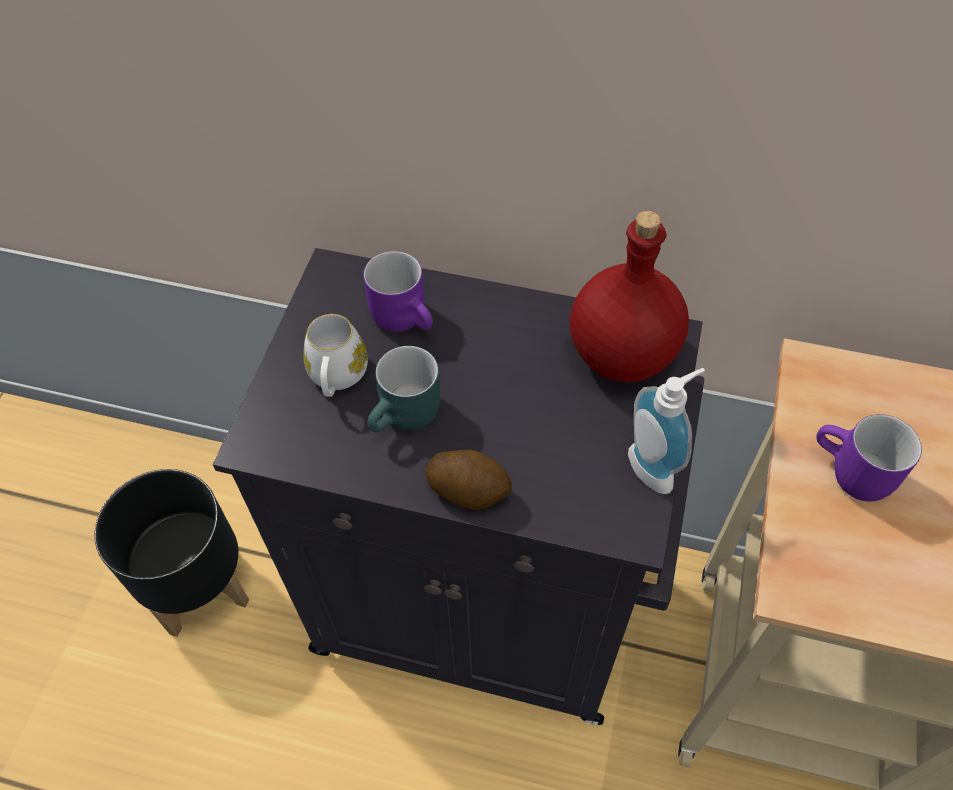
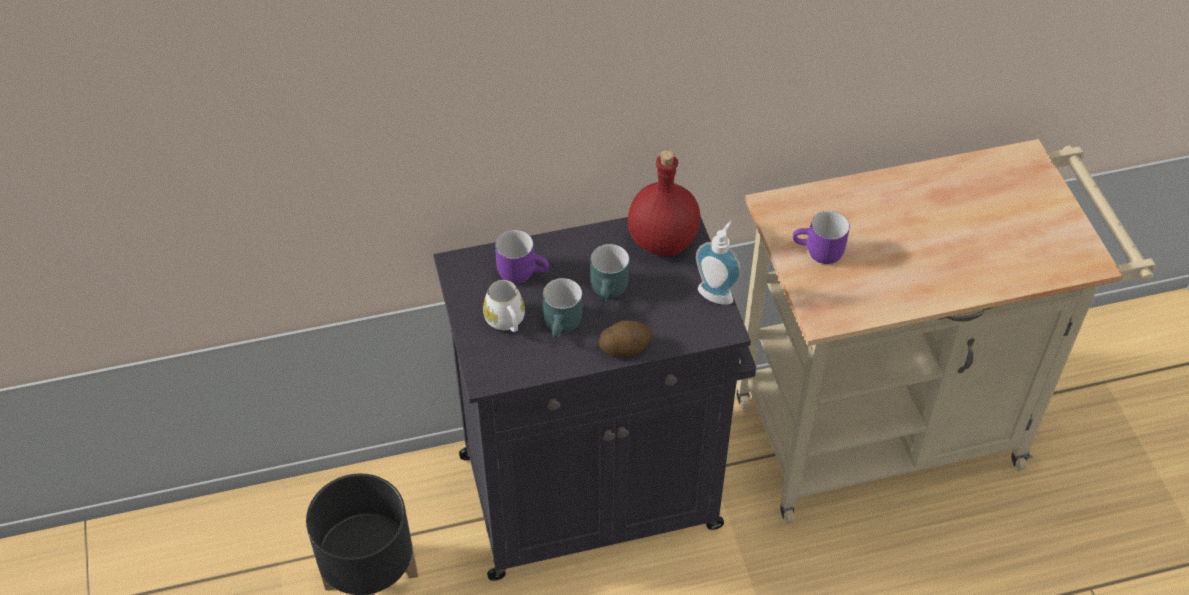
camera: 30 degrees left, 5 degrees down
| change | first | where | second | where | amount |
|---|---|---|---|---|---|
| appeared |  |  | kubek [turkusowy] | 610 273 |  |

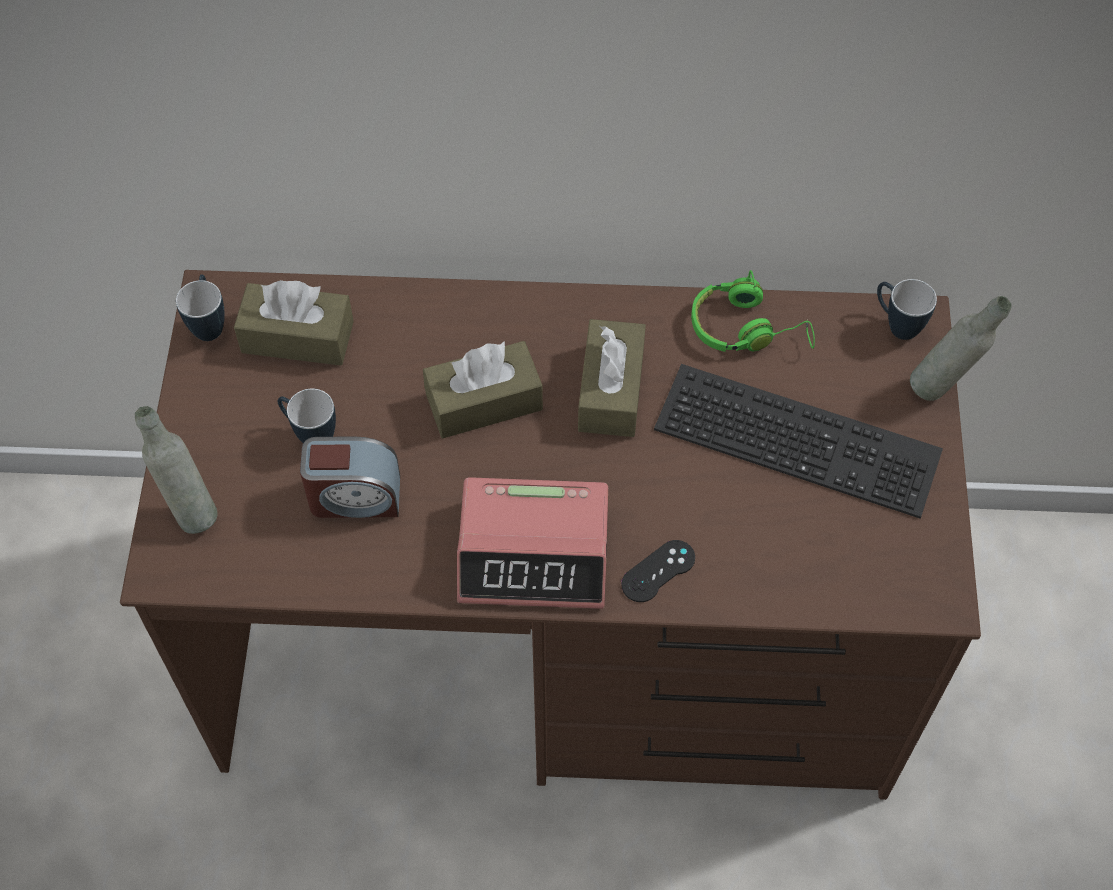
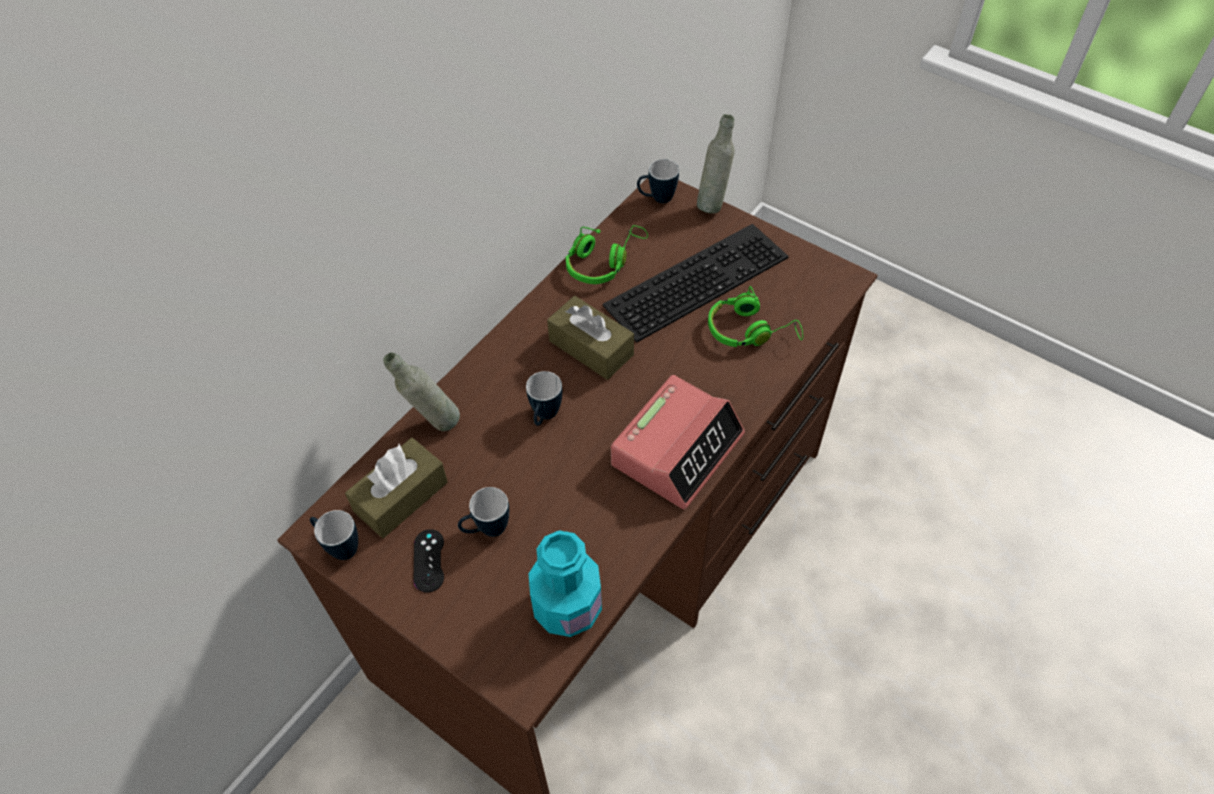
camera: 55 degrees left, 5 degrees down
| change | first | where | second | where | amount |
|---|---|---|---|---|---|
| exchanged | pudełko chusteczek [brązowy] | 483 389 | kubek | 544 398 |  |
| relocated | butelka [szary] | 176 470 |  | 421 391 |  |
| missing | budzik | 350 477 |  |  |  |
| relocated | pad do gier [czarny] | 658 571 |  | 428 561 |  |
| appeared |  |  | słuchawki [zielony] | 755 316 |  |
| appeared |  |  | butelka [turkusowy] | 565 583 |  |

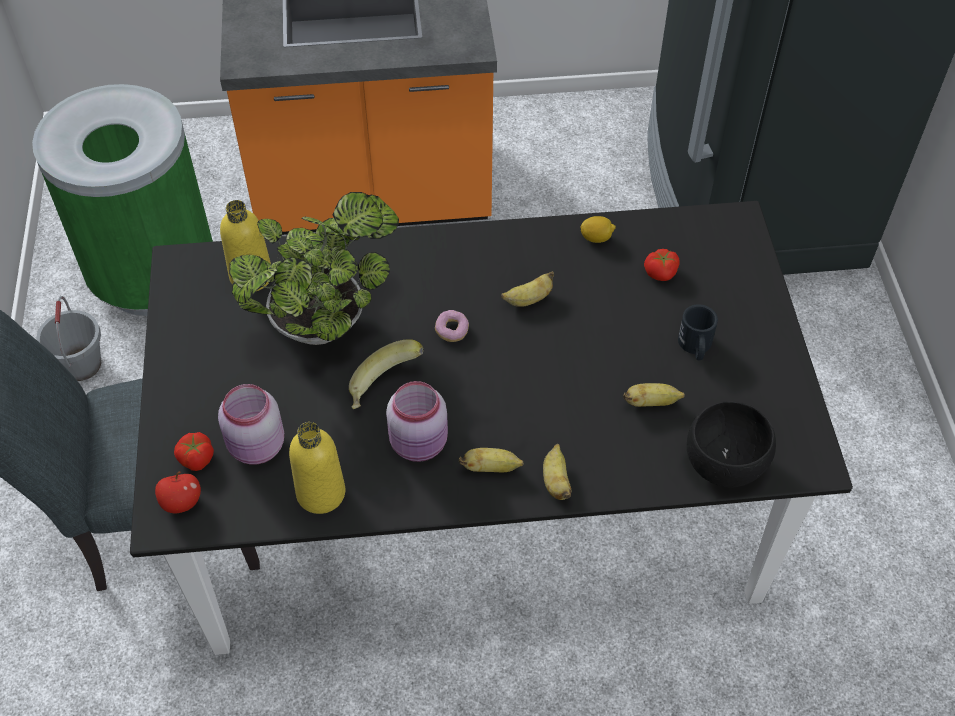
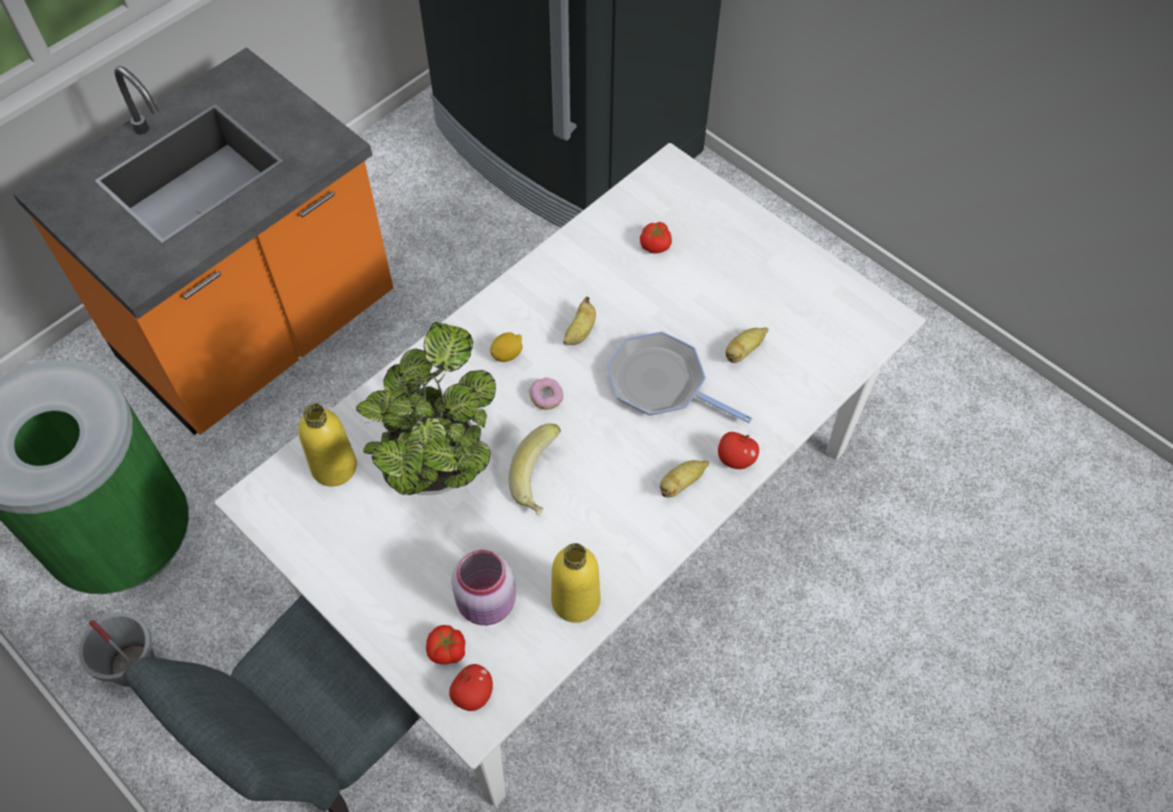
camera: 40 degrees left, 5 degrees up
| change | first | where | second | where | amount |
|---|---|---|---|---|---|
| colour | stół jadalny [czarny] | 491 428 | stół jadalny [biały] | 570 475 |  |
| relocated | cytryna | 598 229 |  | 506 347 |  |
| missing | kubek [czarny] | 698 332 |  |  |  |
| missing | słoik [różowy] | 417 421 |  |  |  |
| missing | miska [czarny] | 731 444 |  |  |  |
| exchanged | banan | 557 472 | jabłko | 738 450 |  |
| appeared |  |  | patelnia | 679 377 |  |

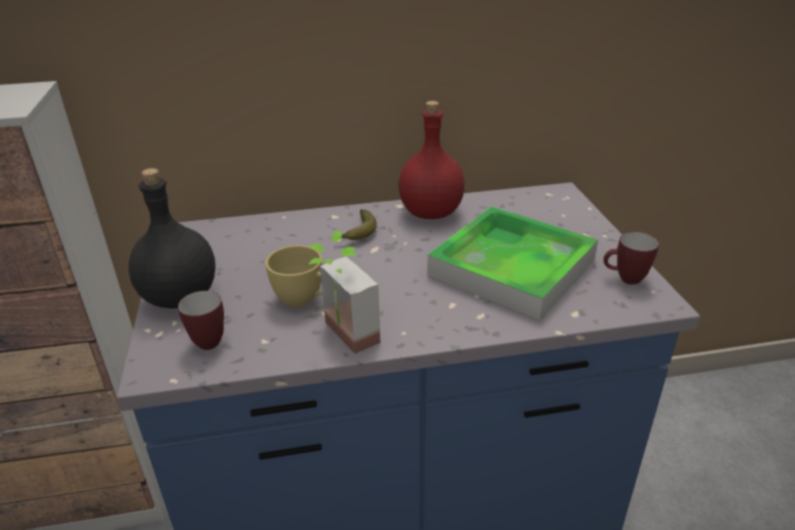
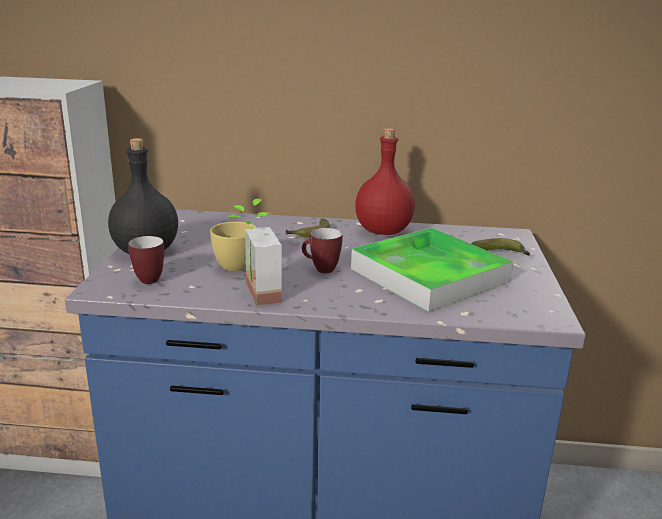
camera: 15 degrees right, 10 degrees down
| change | first | where | second | where | amount |
|---|---|---|---|---|---|
| relocated | kubek | 631 258 |  | 322 250 |  |
| appeared |  |  | banan | 500 247 |  |

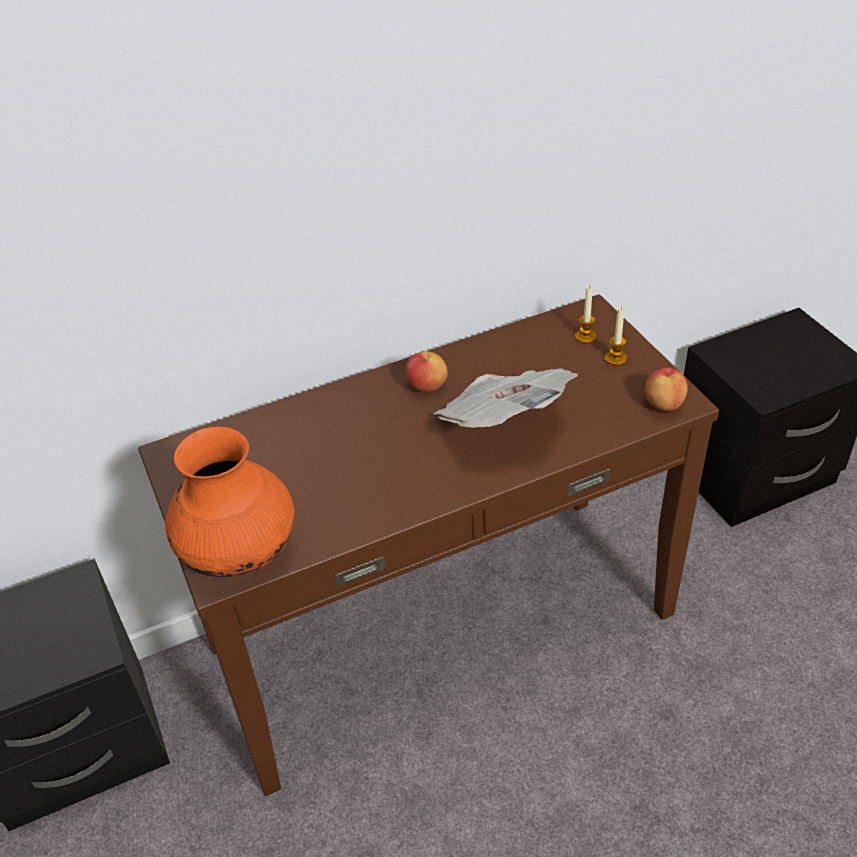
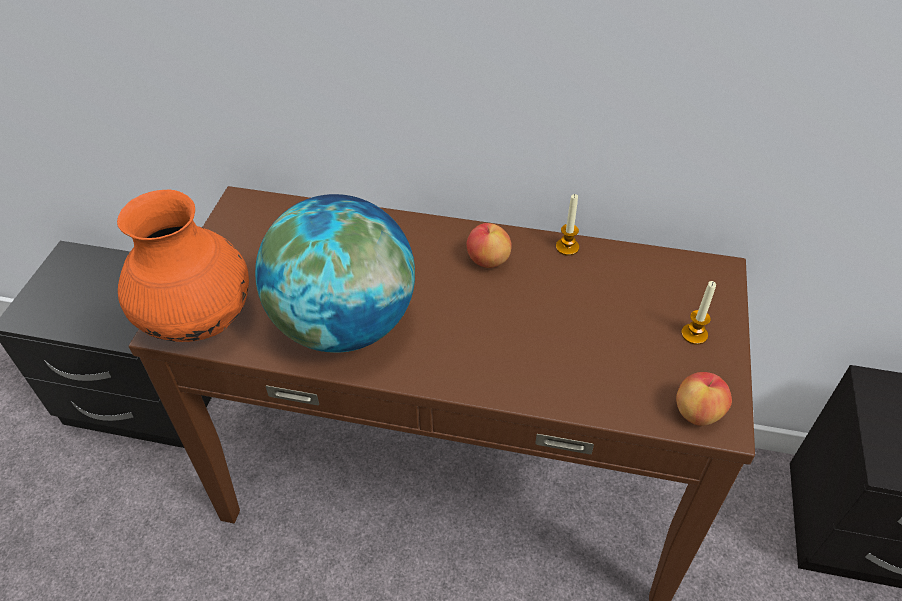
camera: 35 degrees right, 5 degrees up
| change | first | where | second | where | amount |
|---|---|---|---|---|---|
| relocated | świeca | 586 314 |  | 567 225 |  |
| missing | gazeta | 505 398 |  |  |  |
| appeared |  |  | globus | 335 273 |  |

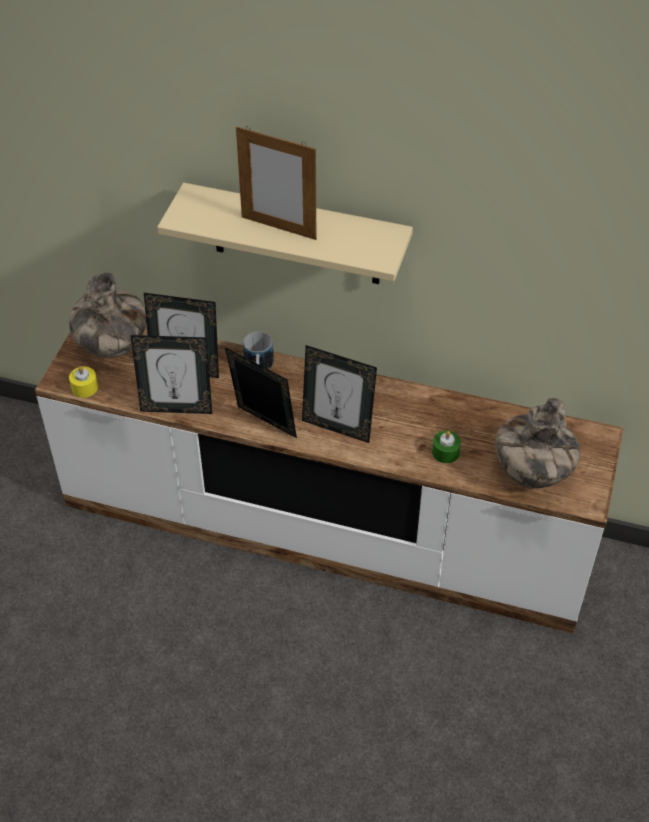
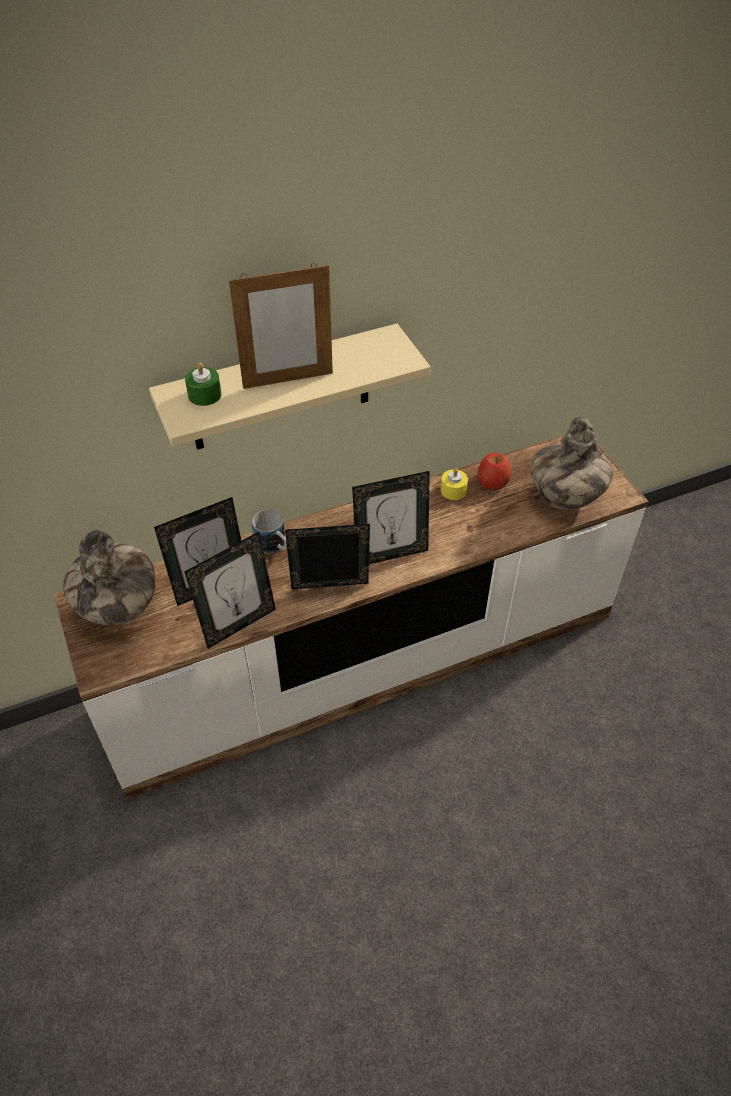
camera: 40 degrees left, 0 degrees up
| change | first | where | second | where | amount |
|---|---|---|---|---|---|
| relocated | świeca [żółty] | 83 382 |  | 454 484 |  |
| relocated | świeca [zielony] | 446 447 |  | 203 384 |  |
| appeared |  |  | jabłko | 495 471 |  |

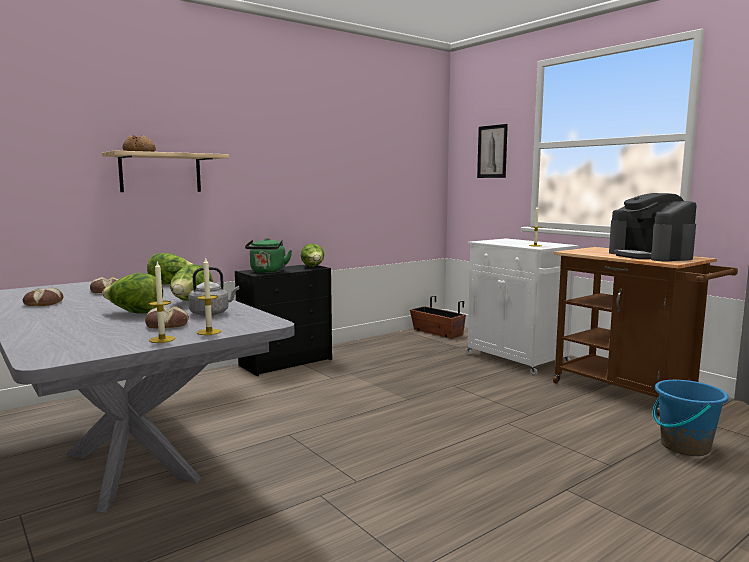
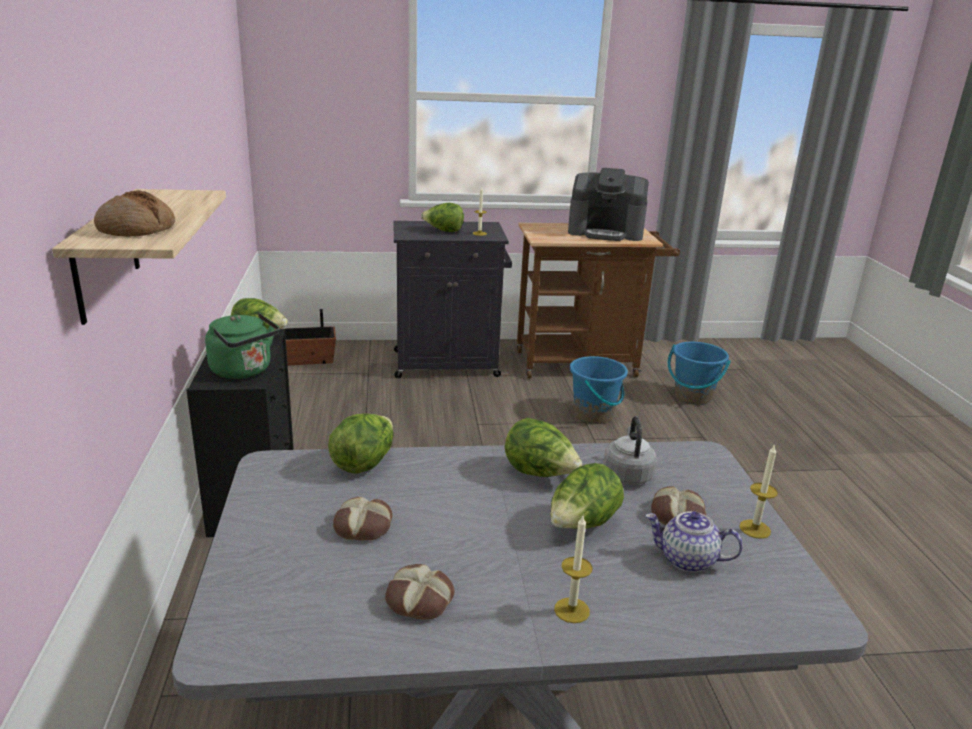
camera: 60 degrees left, 15 degrees up
| change | first | where | second | where | amount |
|---|---|---|---|---|---|
| missing | obraz | 492 151 |  |  |  |
| colour | szafka [biały] | 522 306 | szafka [czarny] | 452 299 |  |
| relocated | świeca | 209 296 |  | 573 569 |  |
| appeared |  |  | sałata | 442 217 |  |
| appeared |  |  | wiadro [niebieski] | 599 390 |  |
| appeared |  |  | imbryk | 694 542 |  |

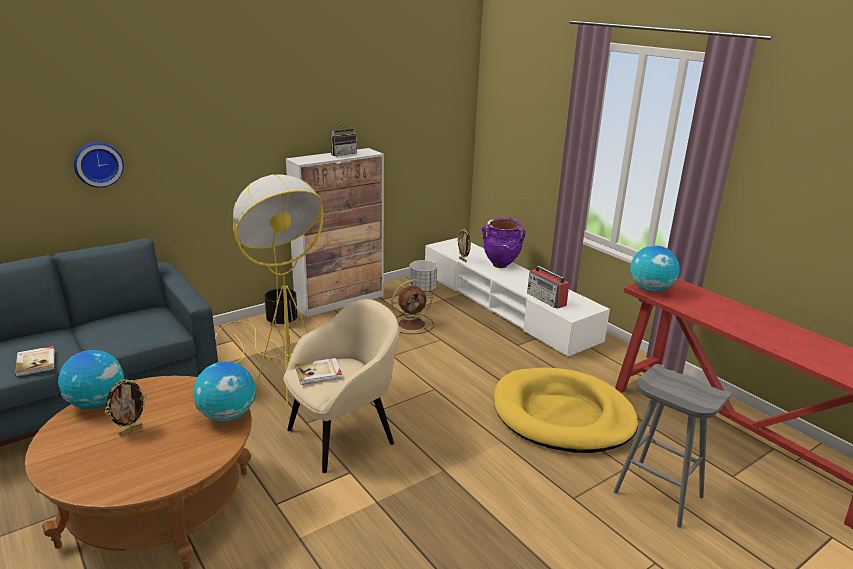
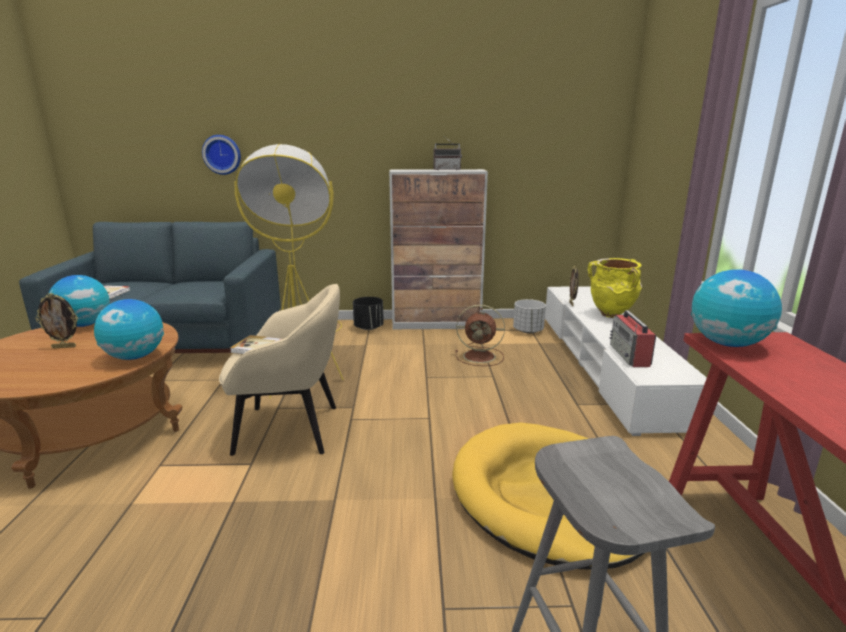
camera: 35 degrees right, 5 degrees down
| change | first | where | second | where | amount |
|---|---|---|---|---|---|
| colour | wazon [fioletowy] | 504 242 | wazon [żółty] | 615 288 |  |

